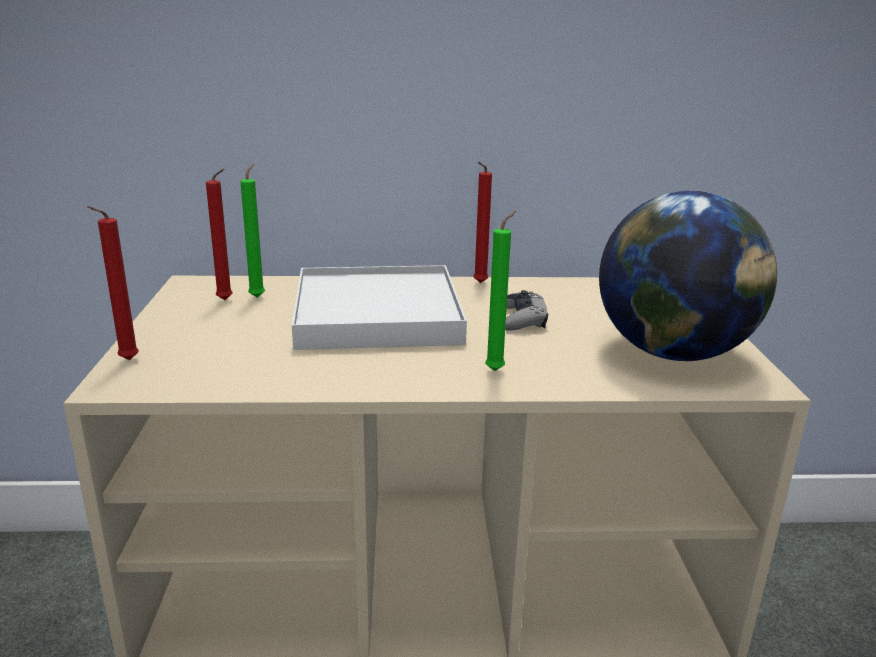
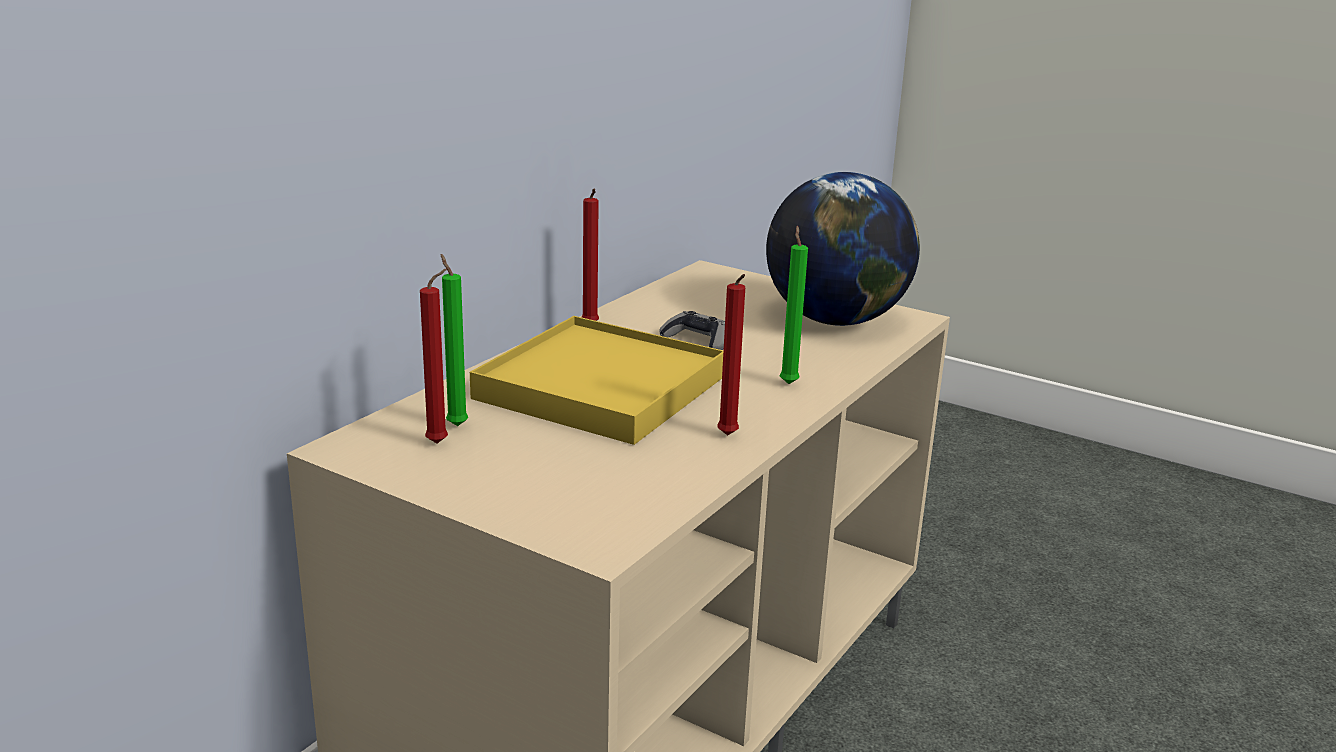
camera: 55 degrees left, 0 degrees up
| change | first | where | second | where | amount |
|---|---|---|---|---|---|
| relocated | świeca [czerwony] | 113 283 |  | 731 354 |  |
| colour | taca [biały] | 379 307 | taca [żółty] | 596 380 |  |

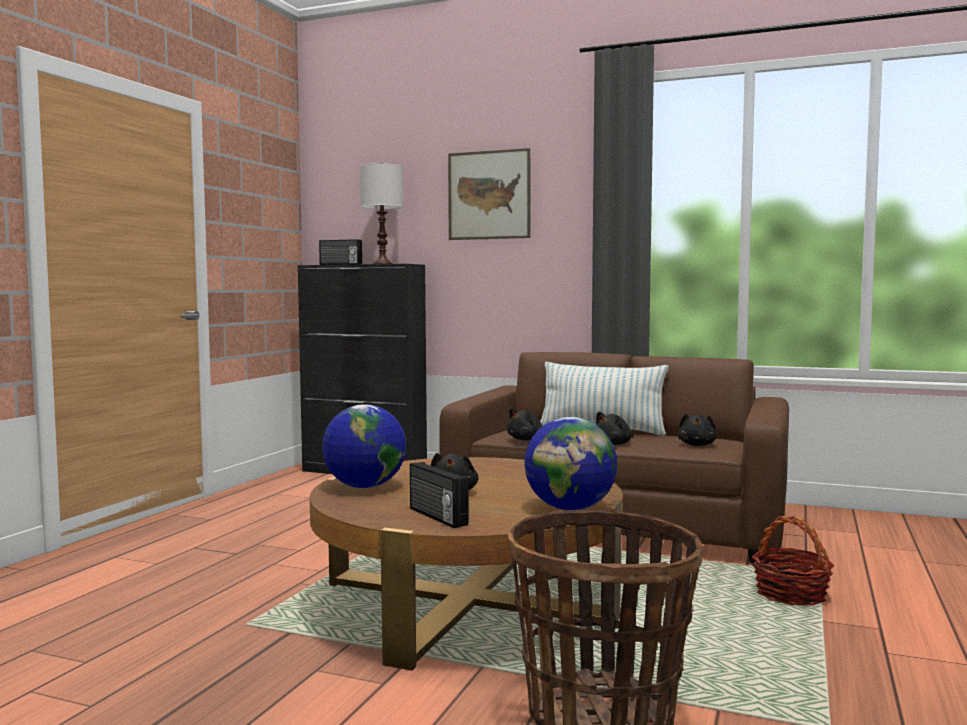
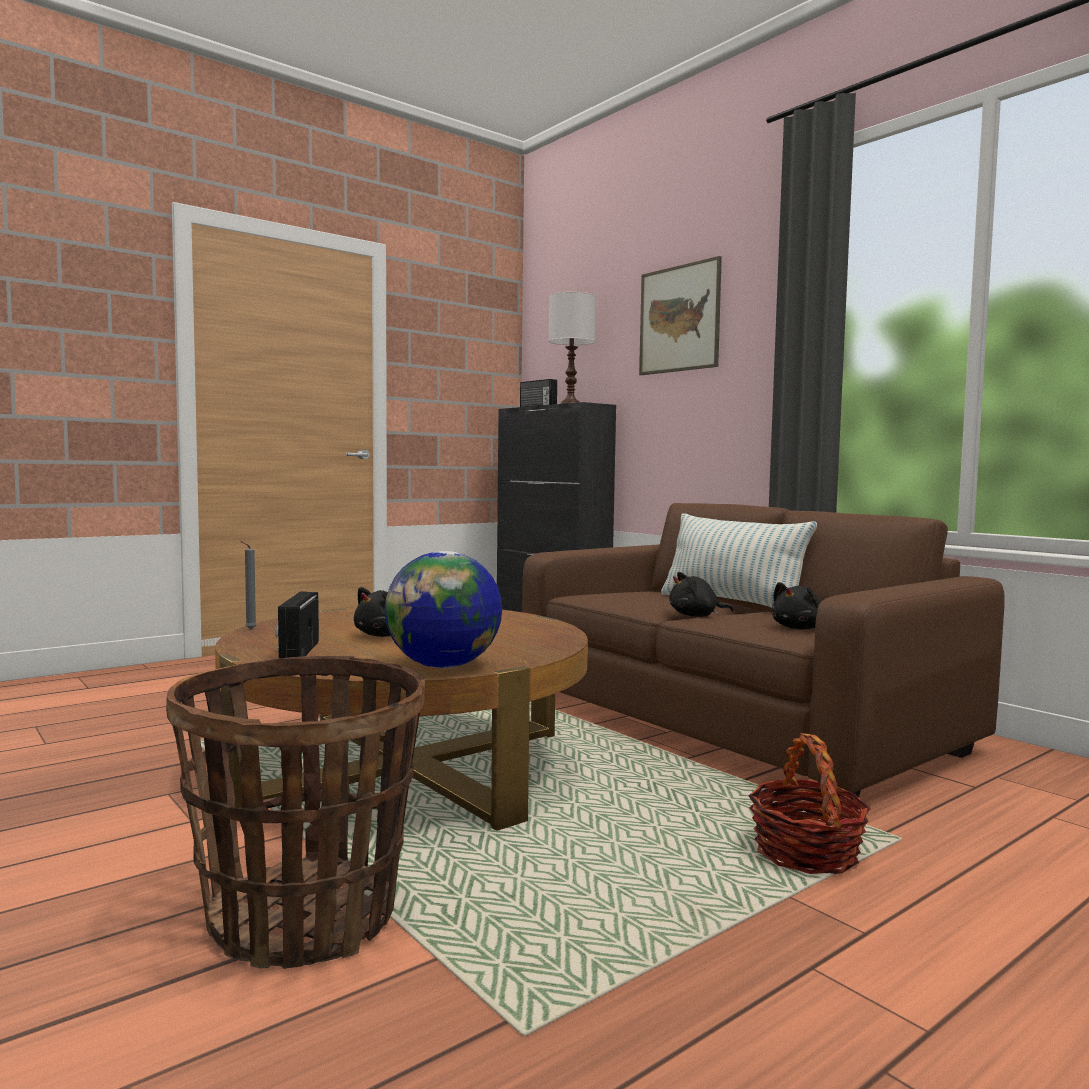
camera: 30 degrees right, 0 degrees up
| change | first | where | second | where | amount |
|---|---|---|---|---|---|
| missing | globus | 364 446 |  |  |  |
| missing | pluszak [czarny] | 524 424 |  |  |  |
| appeared |  |  | świeca [szary] | 248 585 |  |

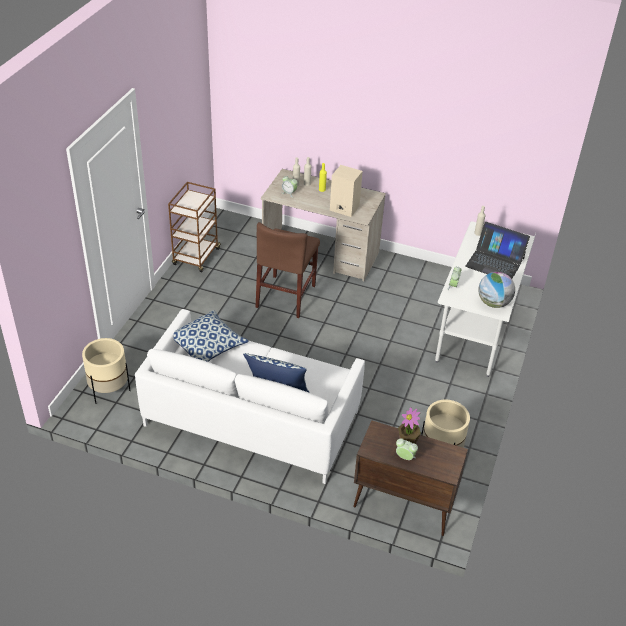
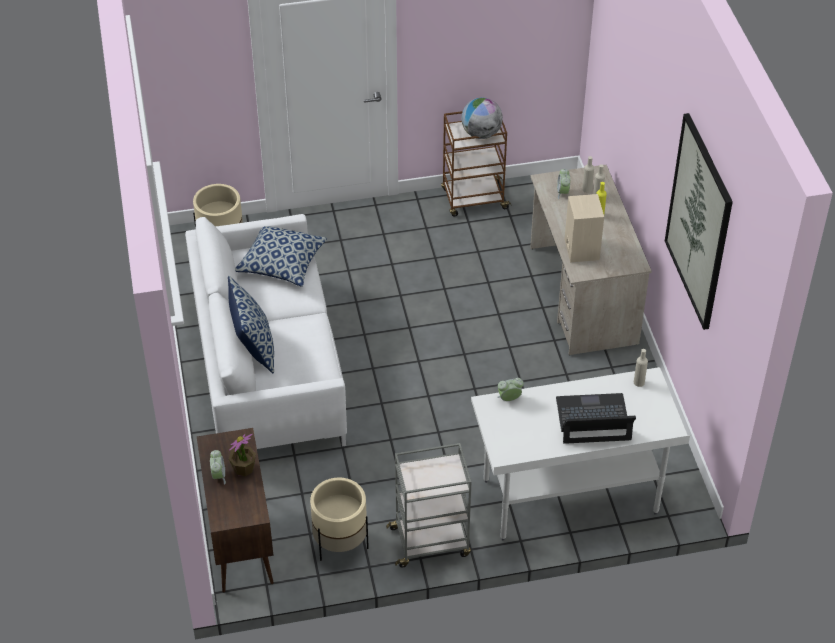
camera: 60 degrees right, 5 degrees up
| change | first | where | second | where | amount |
|---|---|---|---|---|---|
| missing | krzesło [brązowy] | 288 270 |  |  |  |
| spun | laptop | 497 250 |  | 596 418 | 90 degrees clockwise |
| relocated | globus | 496 290 |  | 482 118 |  |
| appeared |  |  | obraz | 699 221 |  |
| appeared |  |  | wózek [szary] | 428 505 |  |

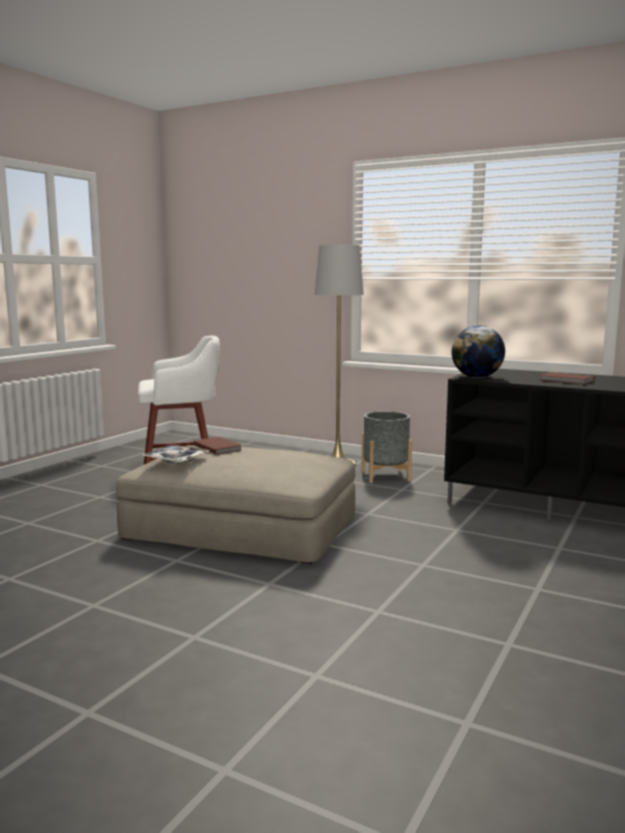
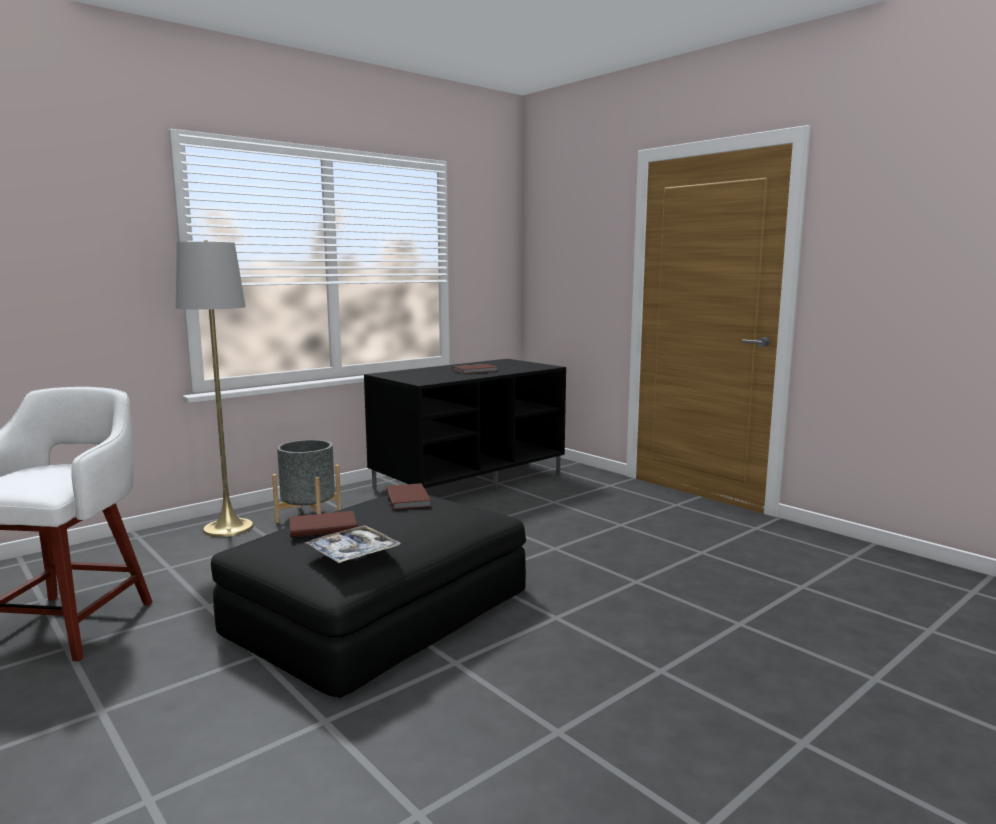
camera: 70 degrees left, 0 degrees up
| change | first | where | second | where | amount |
|---|---|---|---|---|---|
| missing | globus | 478 351 |  |  |  |
| colour | pufa [beżowy] | 236 504 | pufa [czarny] | 368 596 |  |
| appeared |  |  | książka [brązowy] | 408 496 |  |

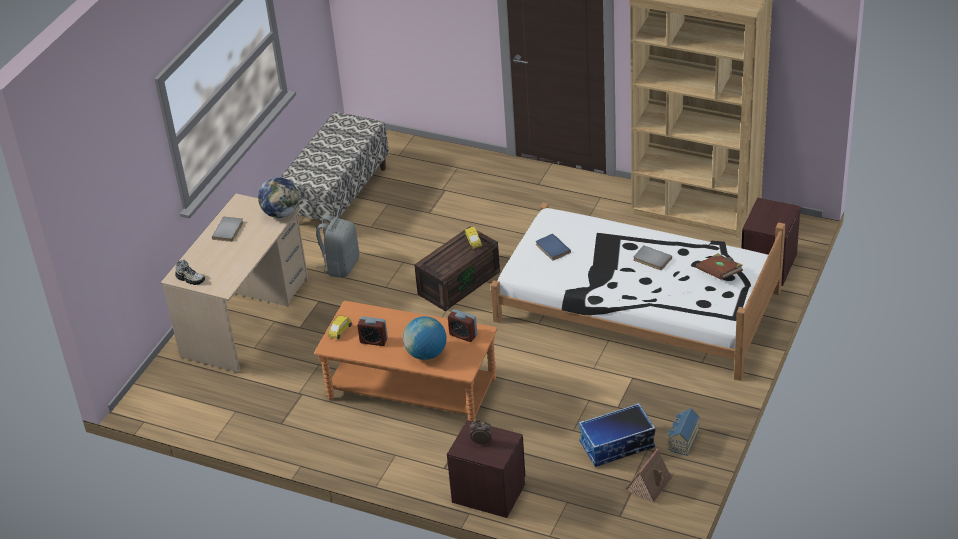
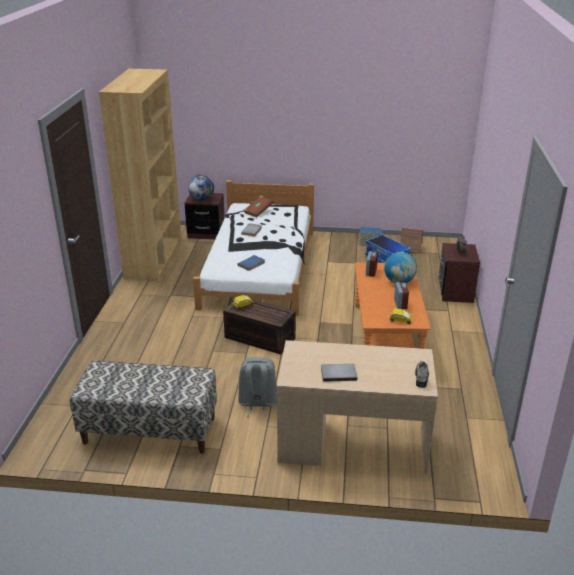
camera: 110 degrees left, 10 degrees down
| change | first | where | second | where | amount |
|---|---|---|---|---|---|
| relocated | globus | 278 197 |  | 201 187 |  |

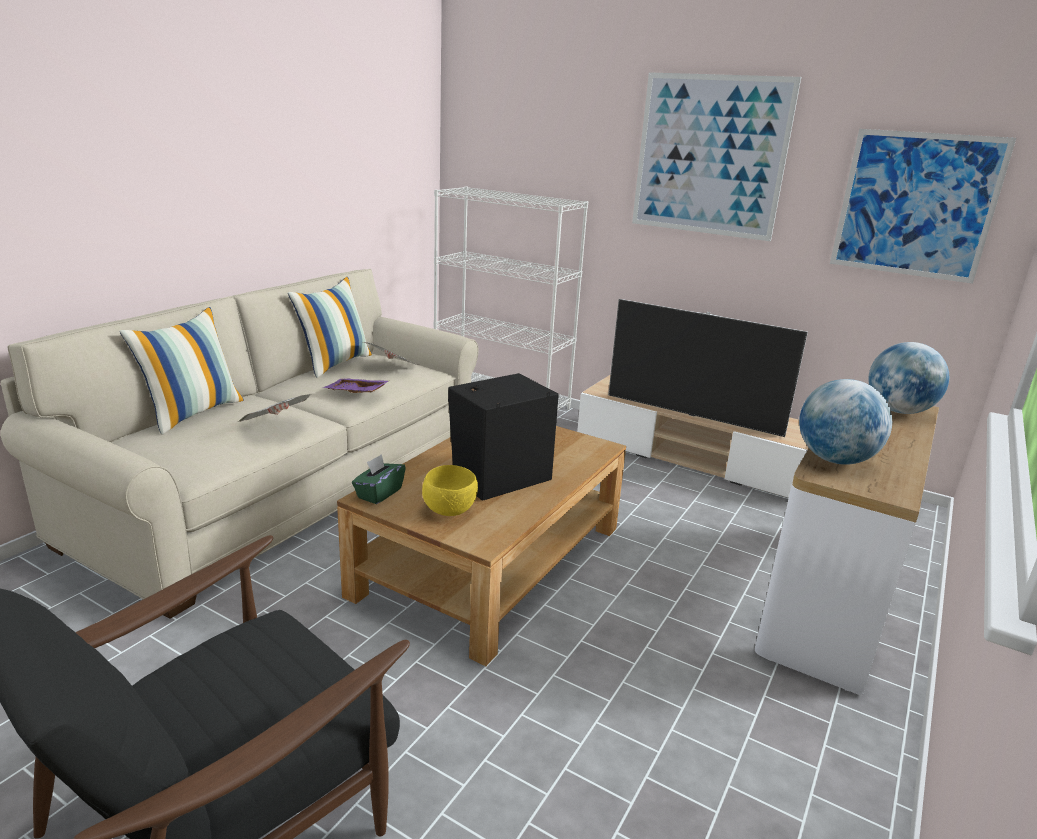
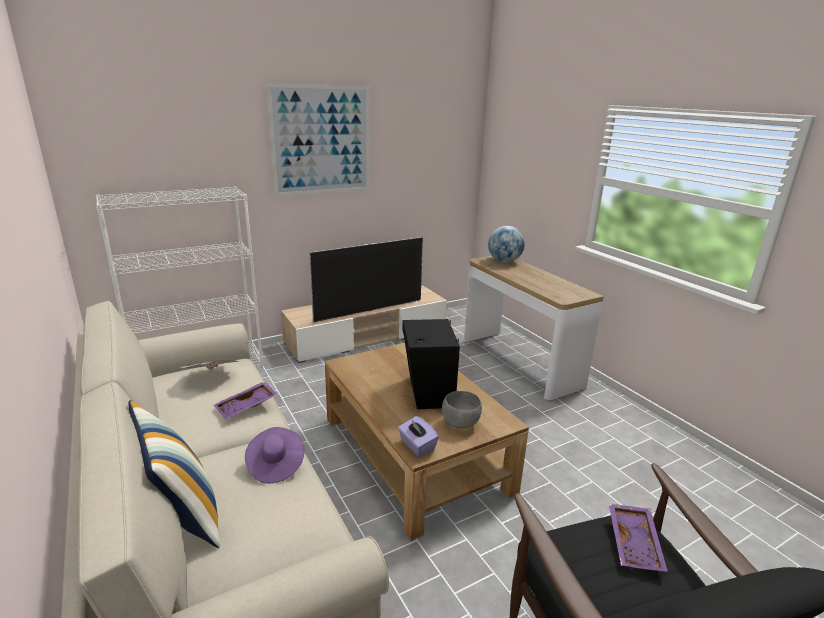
camera: 60 degrees left, 0 degrees up
| change | first | where | second | where | amount |
|---|---|---|---|---|---|
| missing | obraz | 923 206 |  |  |  |
| missing | poduszka | 330 327 |  |  |  |
| missing | globus | 845 422 |  |  |  |
| exchanged | gazeta | 275 408 | kapelusz [fioletowy] | 275 455 |  |
| colour | pudełko chusteczek [zielony] | 379 479 | pudełko chusteczek [fioletowy] | 418 436 |  |
| colour | miska [żółty] | 450 490 | miska [szary] | 462 410 |  |
| appeared |  |  | taca [fioletowy] | 638 538 |  |

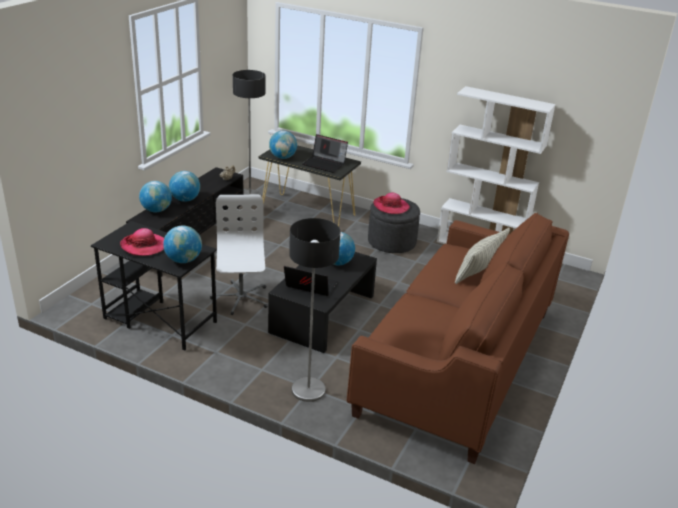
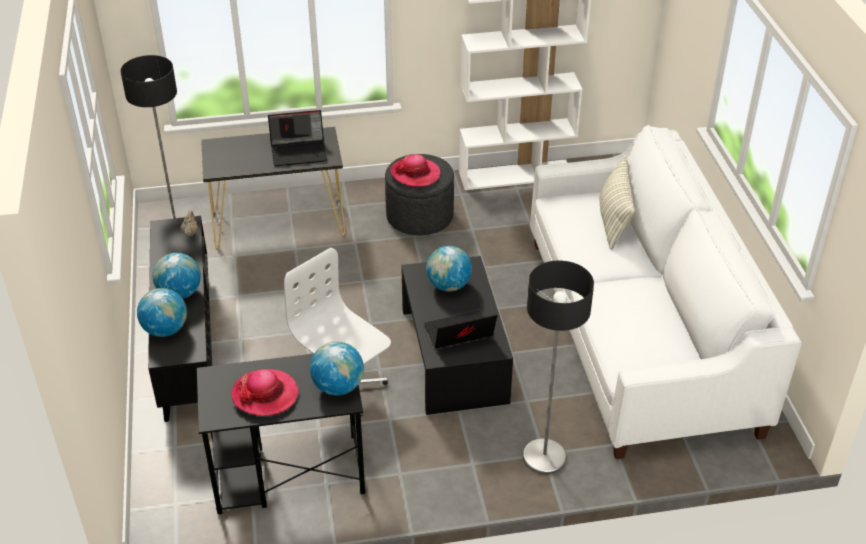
camera: 35 degrees left, 10 degrees up
| change | first | where | second | where | amount |
|---|---|---|---|---|---|
| missing | globus | 283 145 |  |  |  |
| colour | kanapa [brązowy] | 458 338 | kanapa [biały] | 666 292 |  |

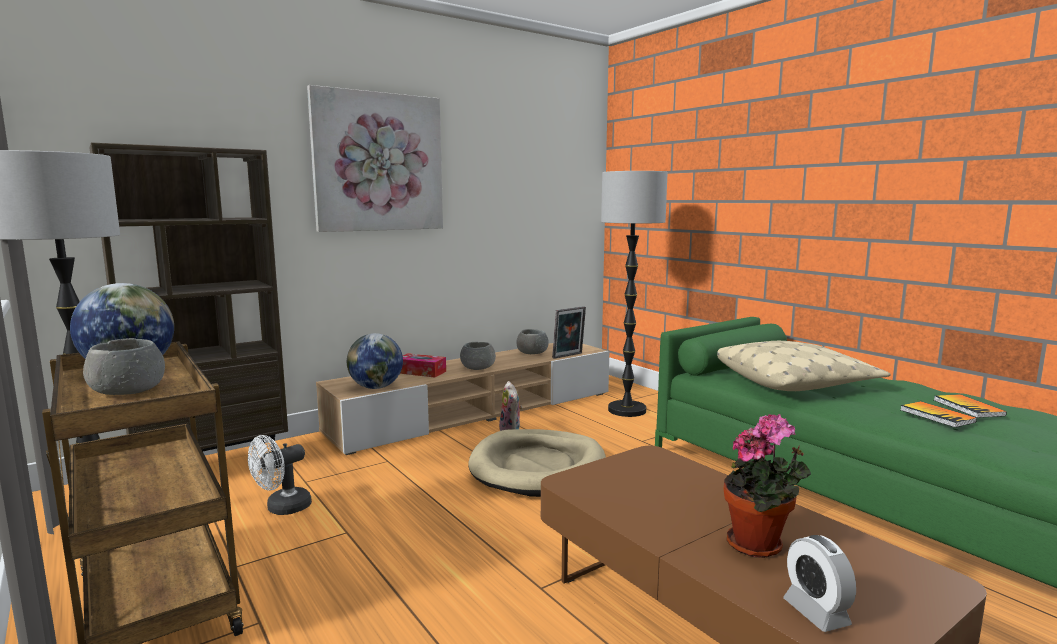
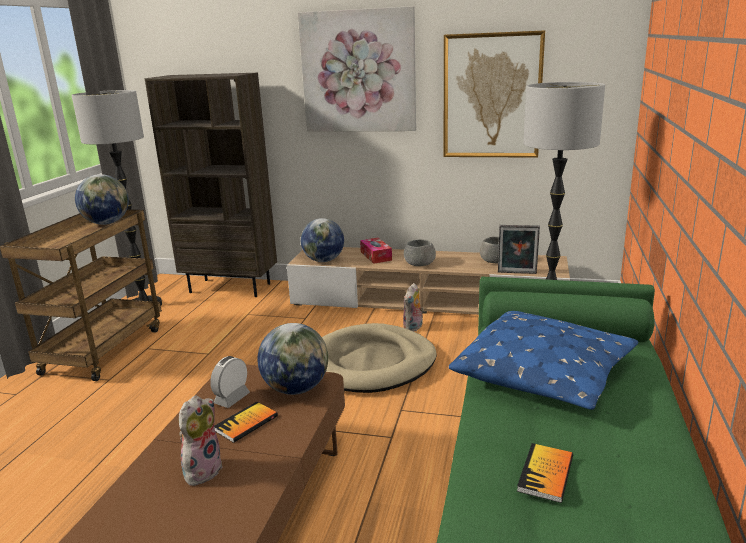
camera: 50 degrees right, 10 degrees up
| change | first | where | second | where | amount |
|---|---|---|---|---|---|
| missing | miska [szary] | 124 366 |  |  |  |
| colour | poduszka [beżowy] | 803 366 | poduszka [niebieski] | 543 360 |  |
| relocated | książka | 970 406 |  | 246 422 |  |
| exchanged | roślina doniczkowa | 767 486 | pluszak | 201 440 |  |
| missing | wentylator [biały] | 280 475 |  |  |  |
| relocated | budzik | 819 583 |  | 230 382 |  |
| appeared |  |  | obraz | 494 94 |  |
| appeared |  |  | globus | 292 359 |  |

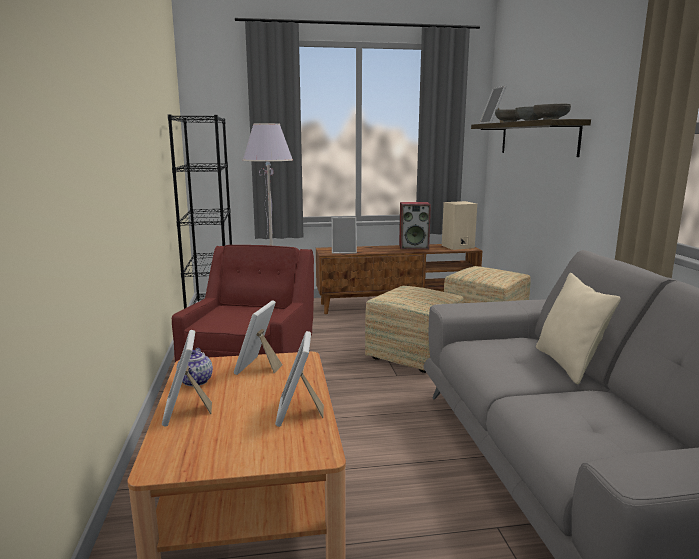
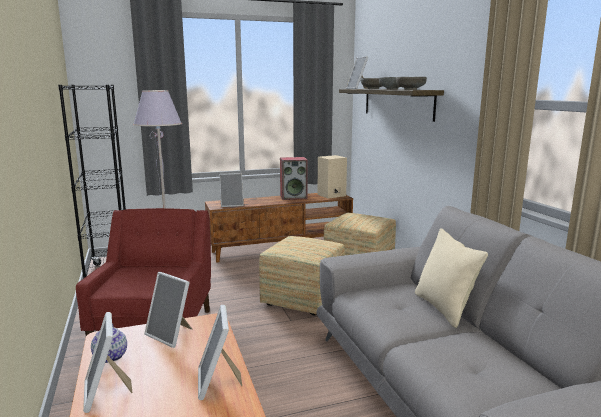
camera: 10 degrees left, 0 degrees up
| change | first | where | second | where | amount |
|---|---|---|---|---|---|
| spun | ramka na zdjęcie | 258 338 |  | 168 310 | 60 degrees counterclockwise |

